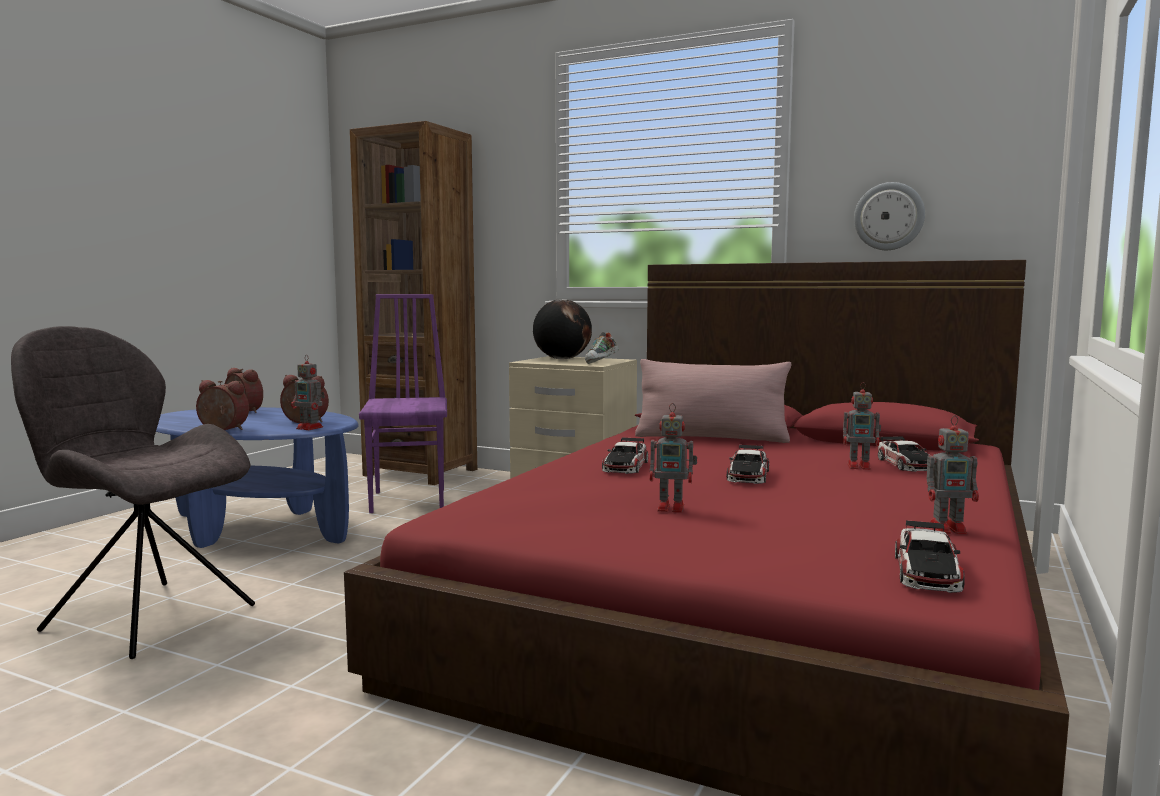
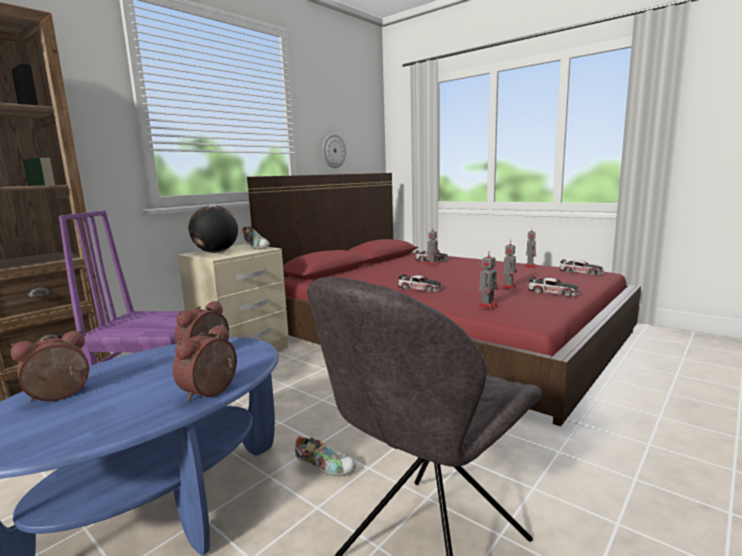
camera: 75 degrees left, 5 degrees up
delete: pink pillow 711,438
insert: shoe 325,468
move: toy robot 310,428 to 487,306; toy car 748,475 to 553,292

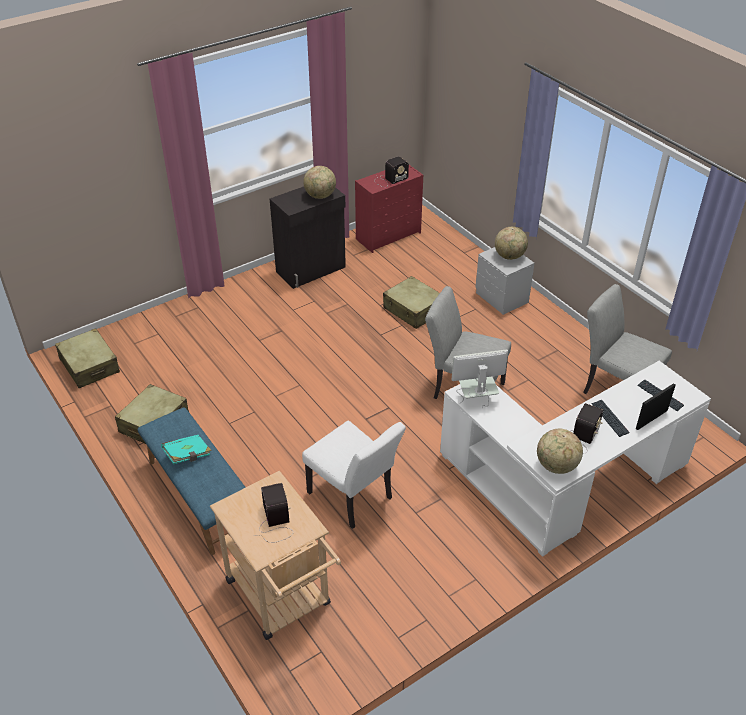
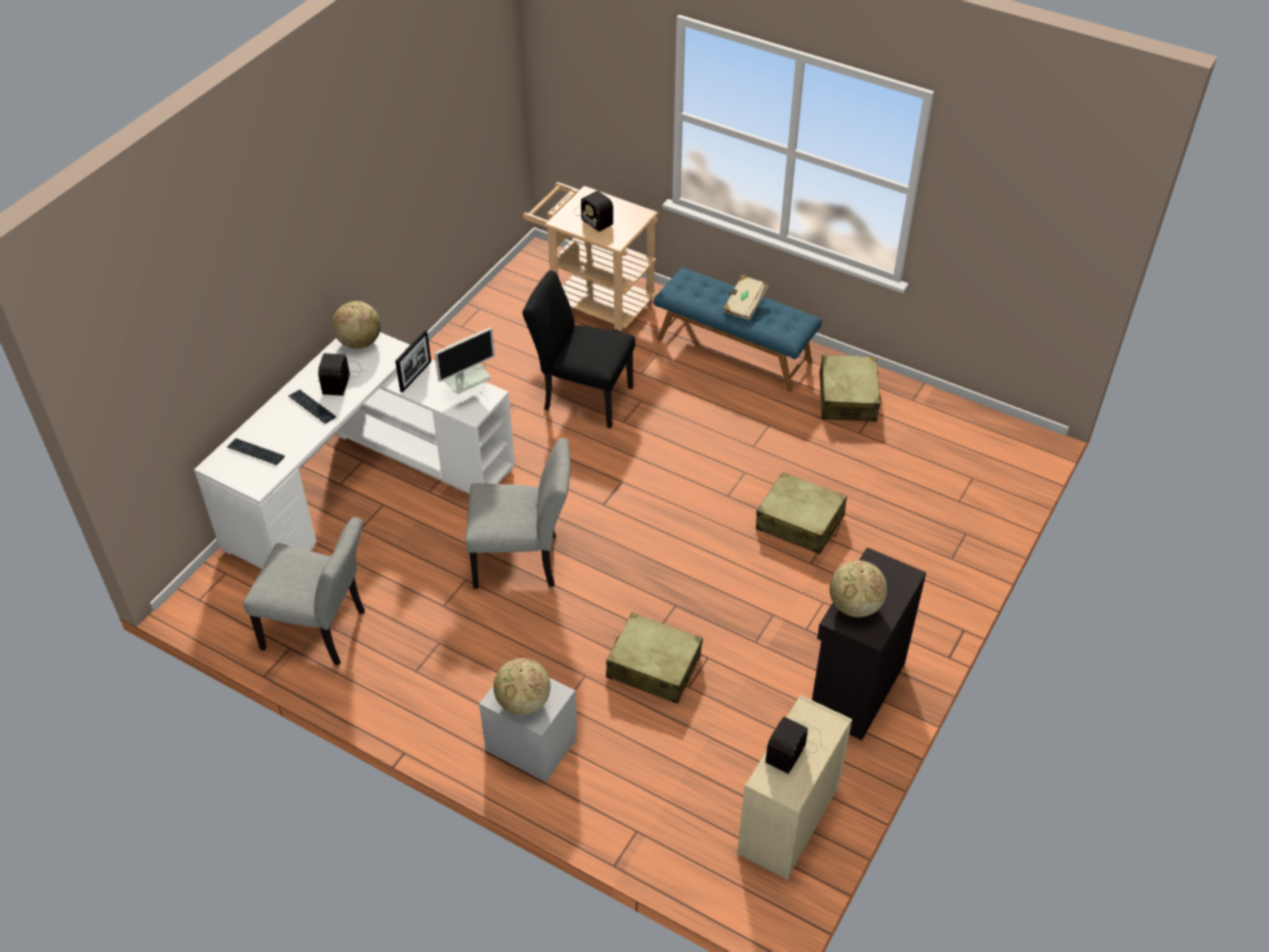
camera: 155 degrees right, 5 degrees up
move: beige suitcase 89,366 to 800,523; picture frame 651,419 to 415,376
recolor: turquoise book 188,455 to beige book 744,305; white chair 354,499 to black chair 581,396; red dresser 389,235 to beige dresser 787,822

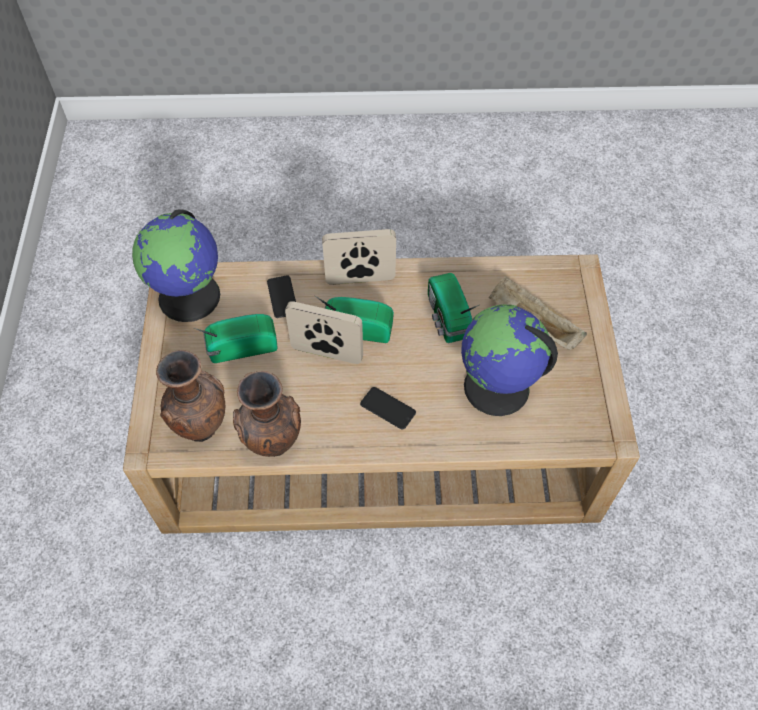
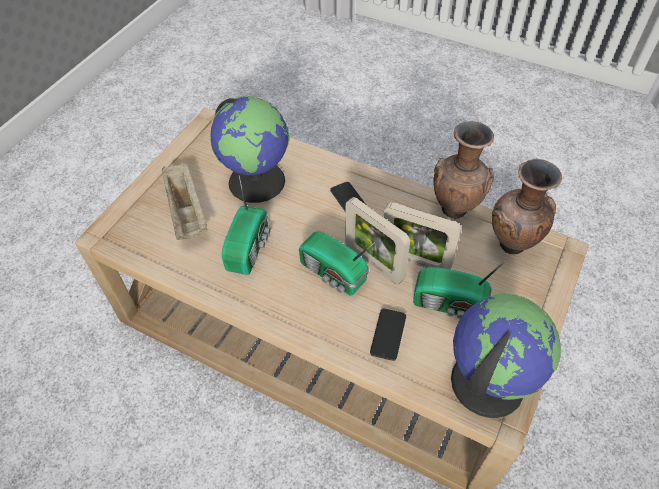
camera: 150 degrees left, 5 degrees down
move: picture frame 360,279 to 415,261

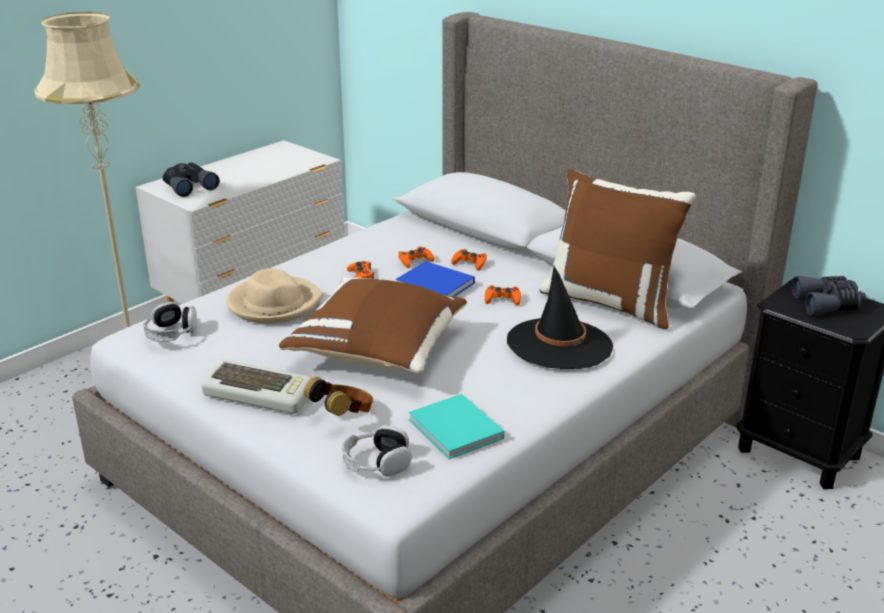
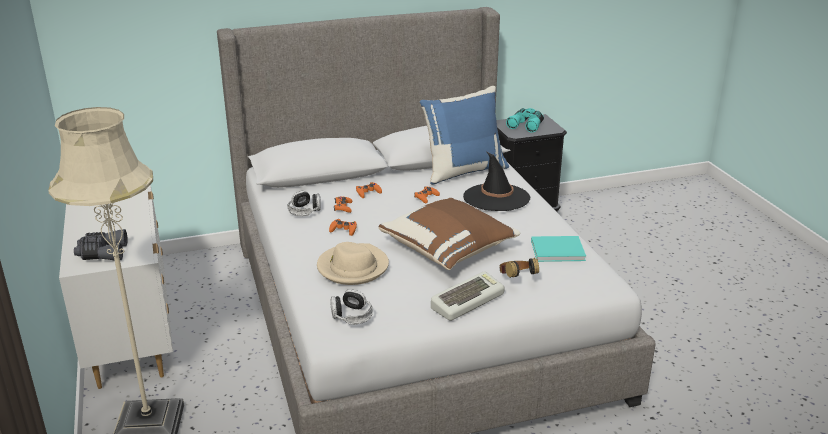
camera: 60 degrees left, 0 degrees up
delete: blue book 437,285
move: headphones 376,462 to 305,211
recolor: brown pillow 611,302 to blue pillow 463,171; grey binoculars 828,304 to turquoise binoculars 526,125

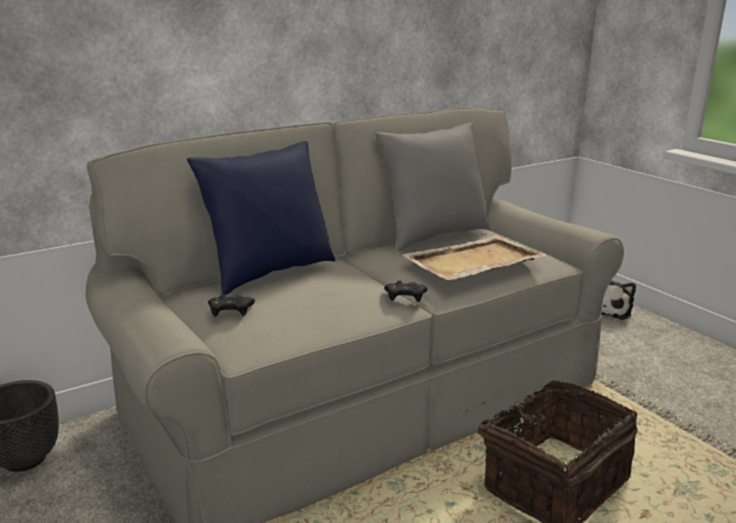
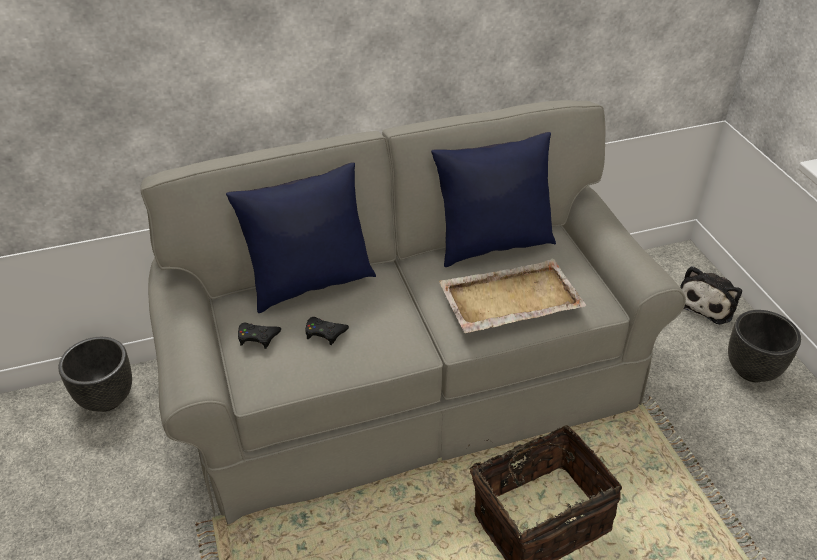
camera: 15 degrees right, 20 degrees up
insert: black planter 751,370
move: black game controller 405,296 to 325,333
recolor: grey pillow 433,236 to blue pillow 492,244

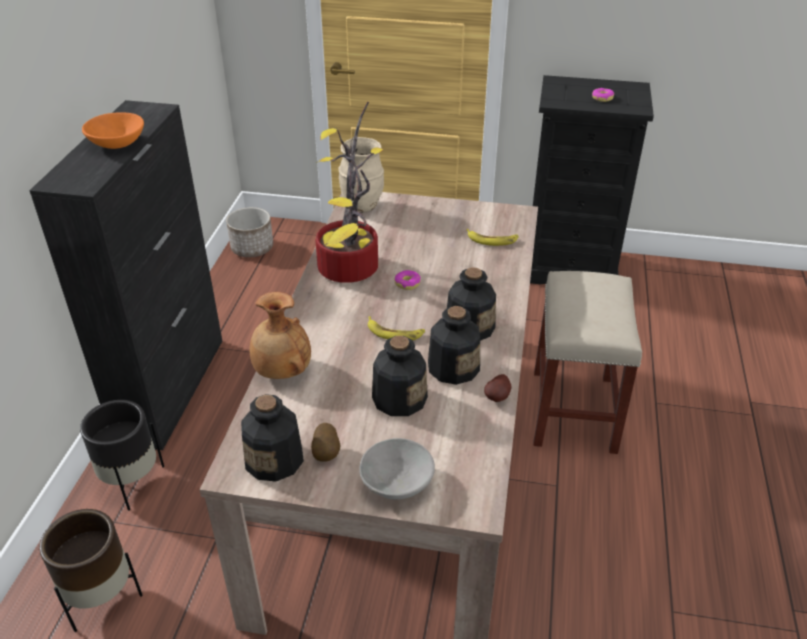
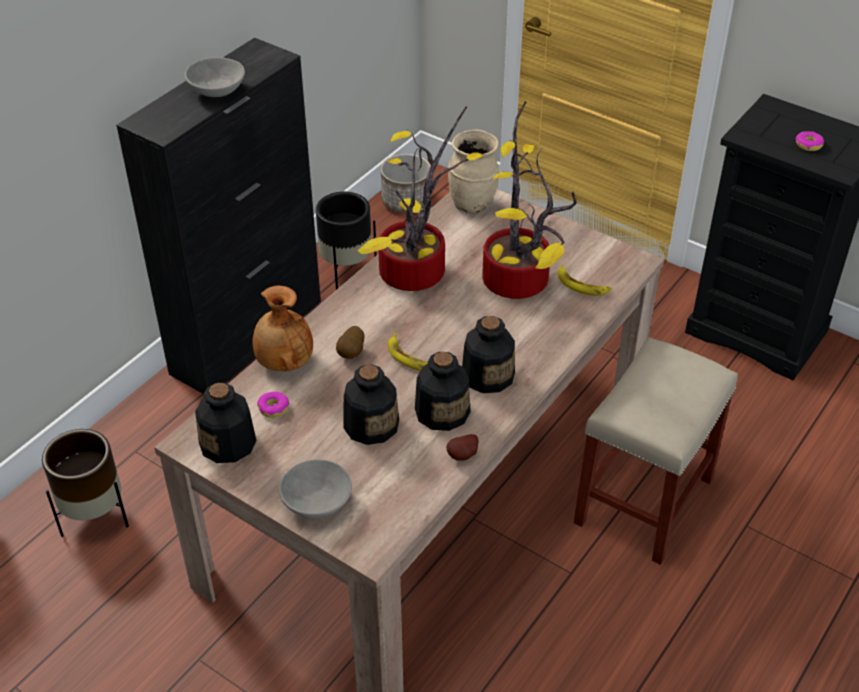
camera: 25 degrees right, 5 degrees up
insert: potted plant 521,282
move: black planter 132,482 to 346,270; potato 327,453 to 352,353; donut 407,283 to 273,408
recolor: orange bowl 117,143 to grey bowl 217,90

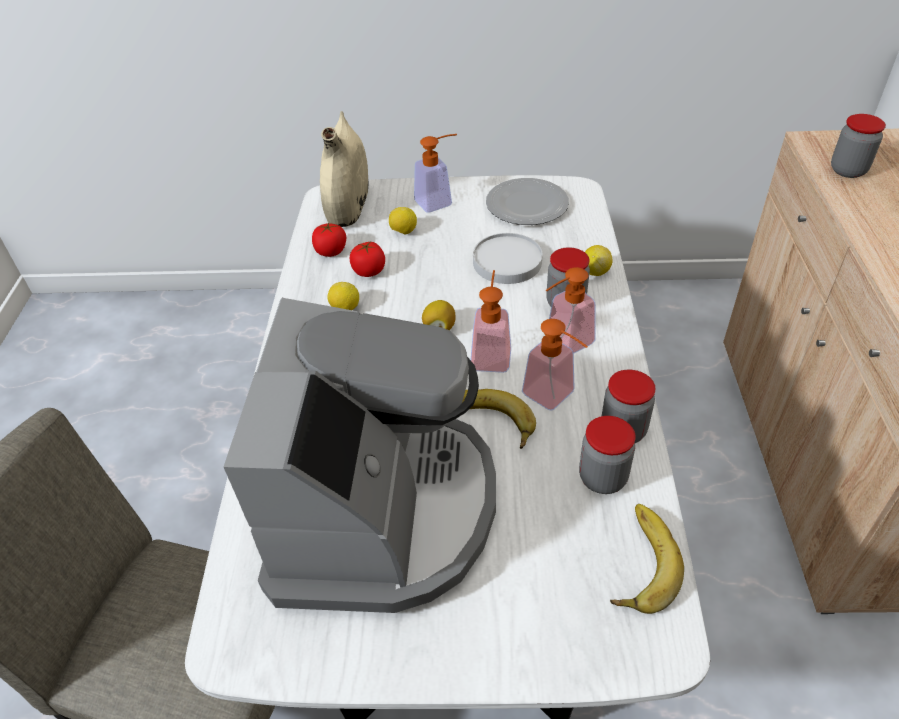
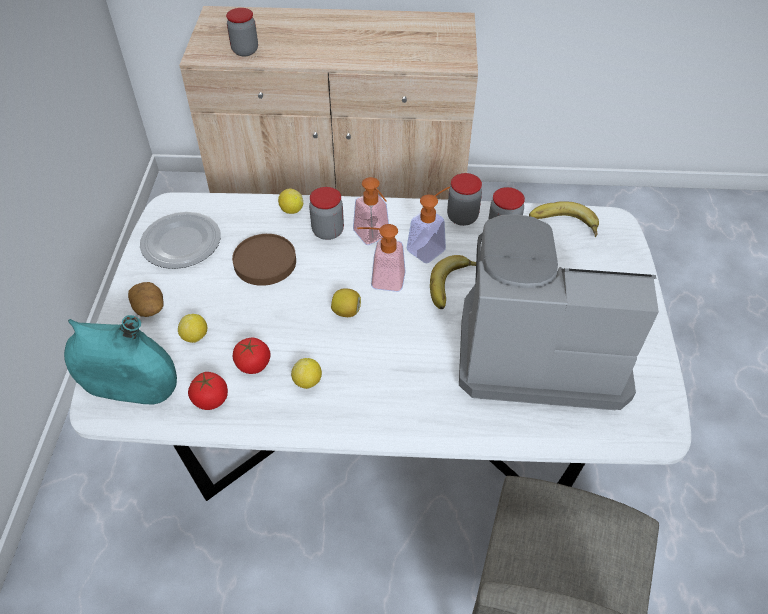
camera: 90 degrees left, 5 degrees up
replace: soap dispenser 439,201 to potato 149,307
recolor: beige vase 349,206 to turquoise vase 130,387; white plate 507,262 to brown plate 265,262

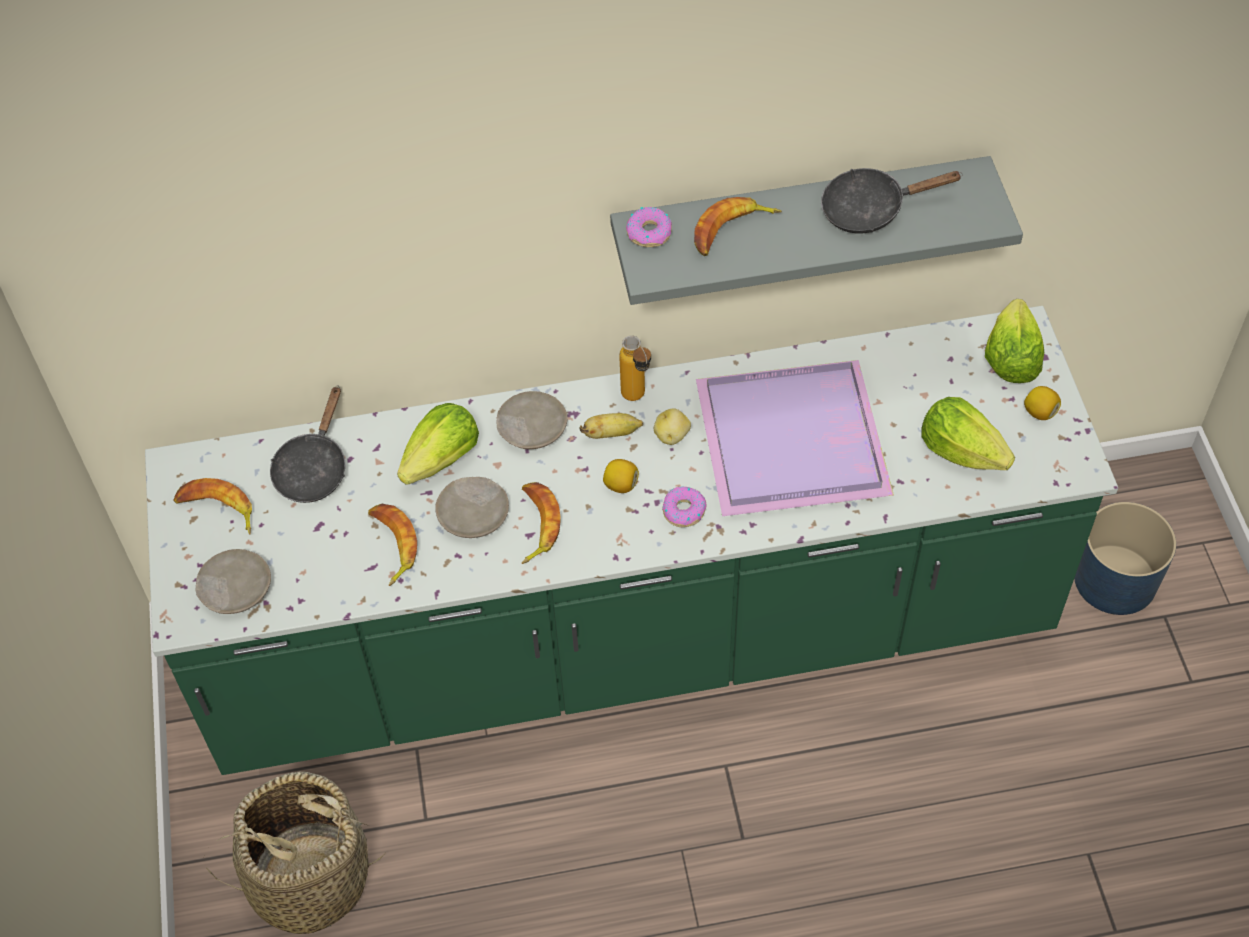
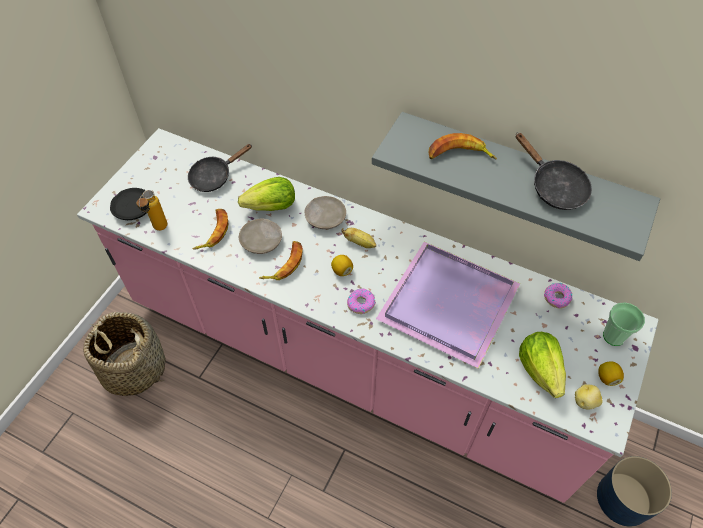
camera: 35 degrees right, 0 degrees up
delete: banana 217,510
move: bottle 637,399 to 158,230; donut 649,232 to 557,298; potato 672,435 to 585,401
replace: lettuce 1010,358 to cup 613,336
recolor: green counter 631,640 to pink counter 351,359; beige plate 235,588 to black plate 133,208
rotate: black frying pan 870,209 = 554,187 150 degrees counterclockwise

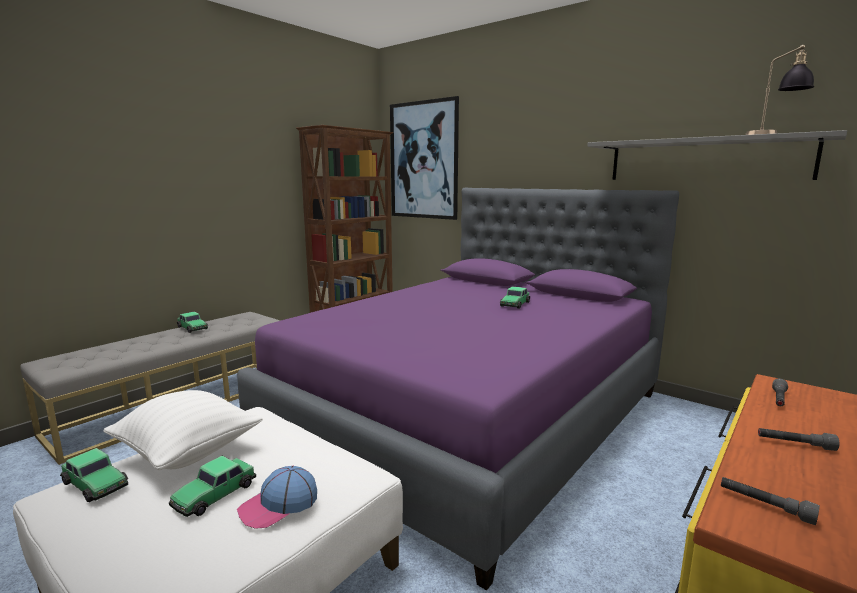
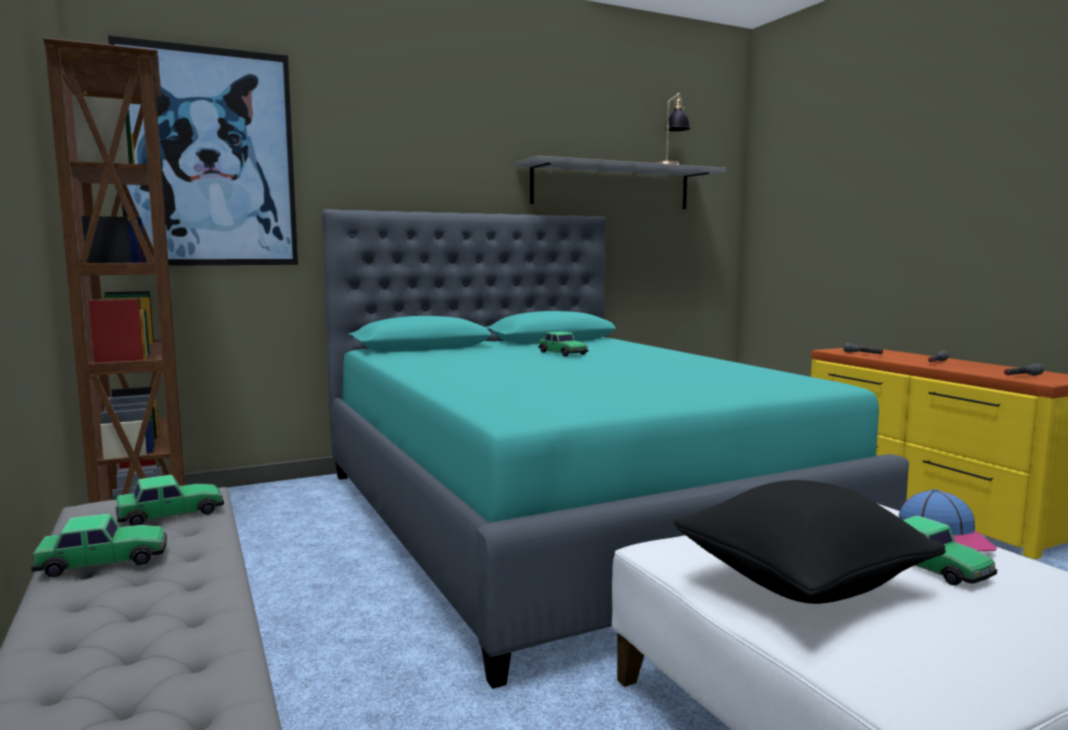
camera: 65 degrees left, 5 degrees down
move: toy car 95,484 to 171,514
recolor: white pillow 188,452 to black pillow 800,585; purple bed 471,417 to turquoise bed 564,517

